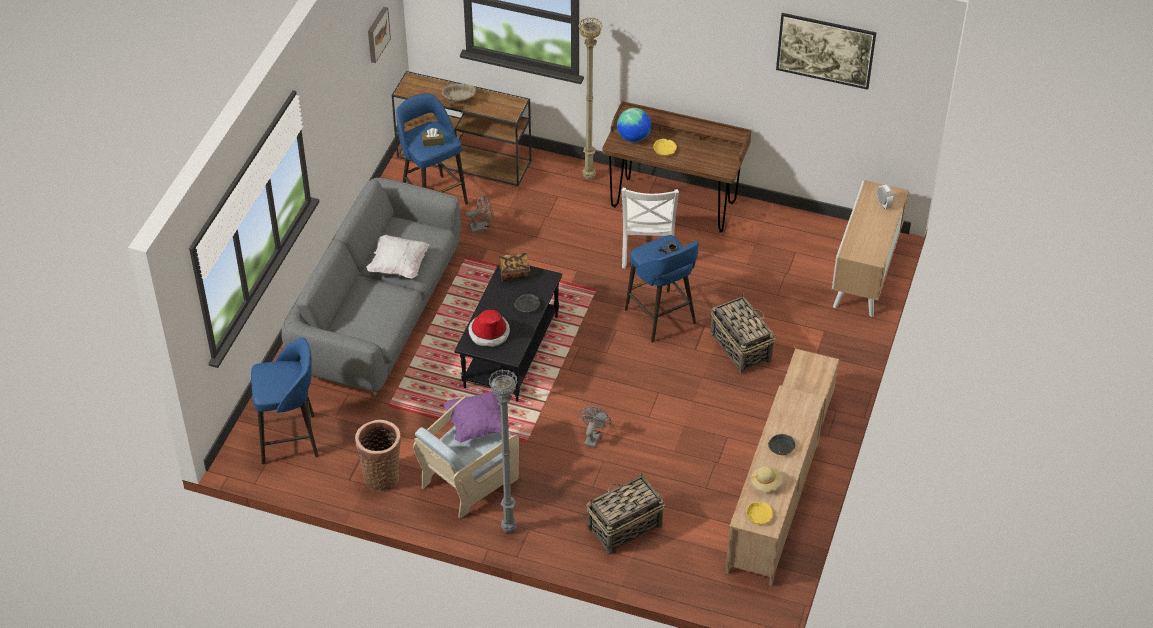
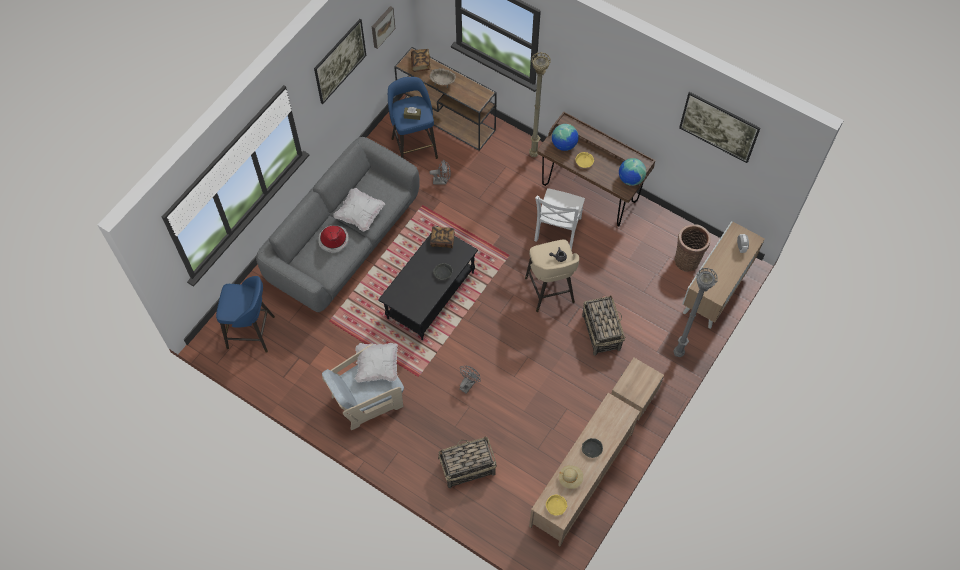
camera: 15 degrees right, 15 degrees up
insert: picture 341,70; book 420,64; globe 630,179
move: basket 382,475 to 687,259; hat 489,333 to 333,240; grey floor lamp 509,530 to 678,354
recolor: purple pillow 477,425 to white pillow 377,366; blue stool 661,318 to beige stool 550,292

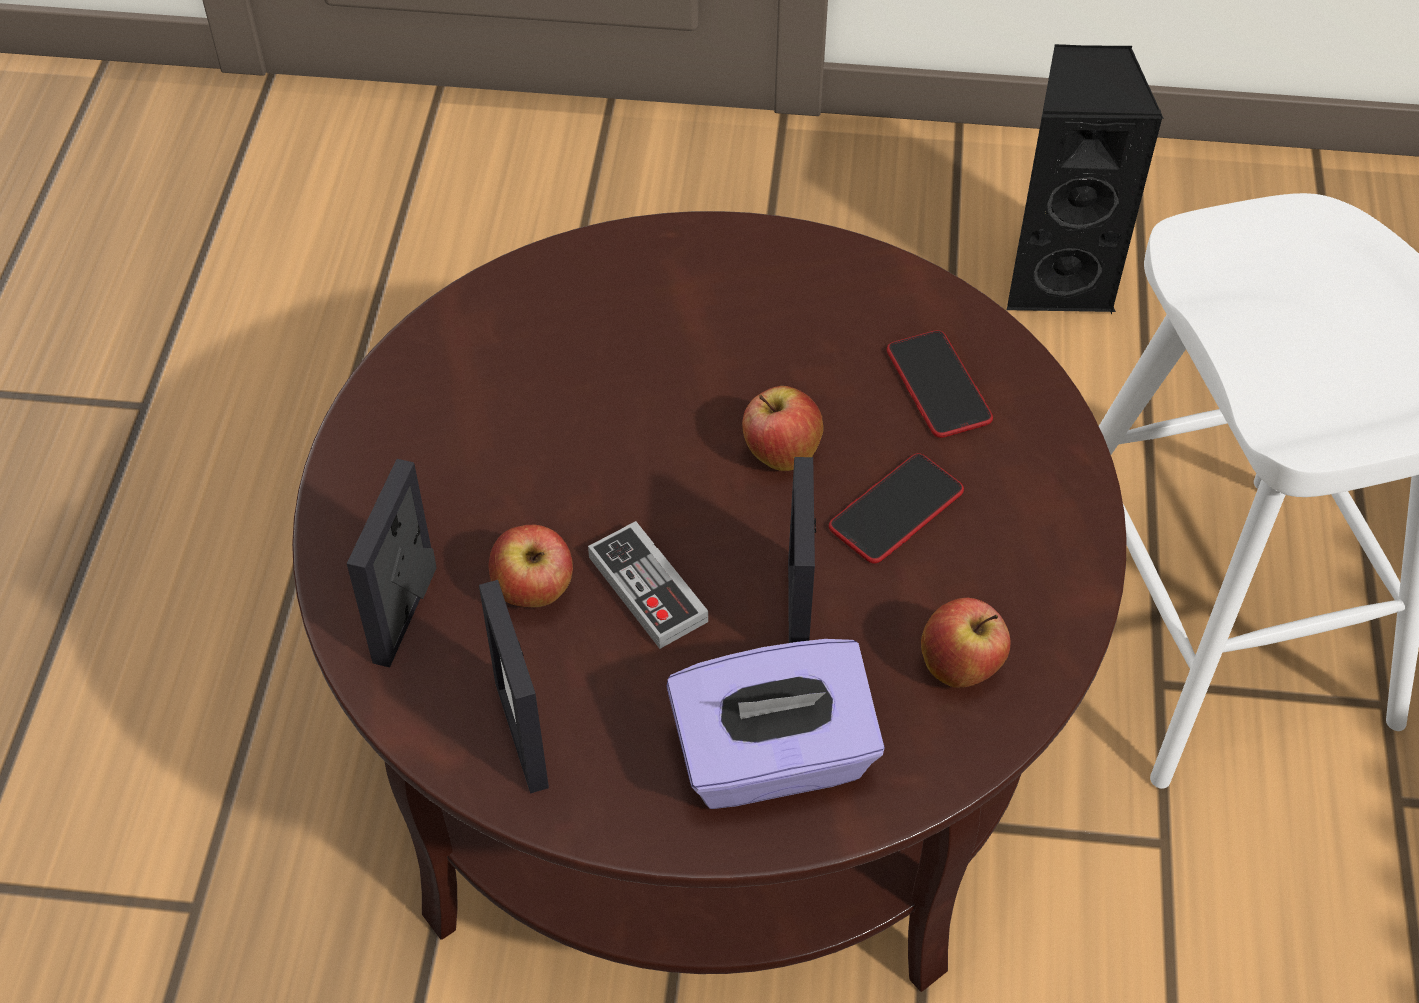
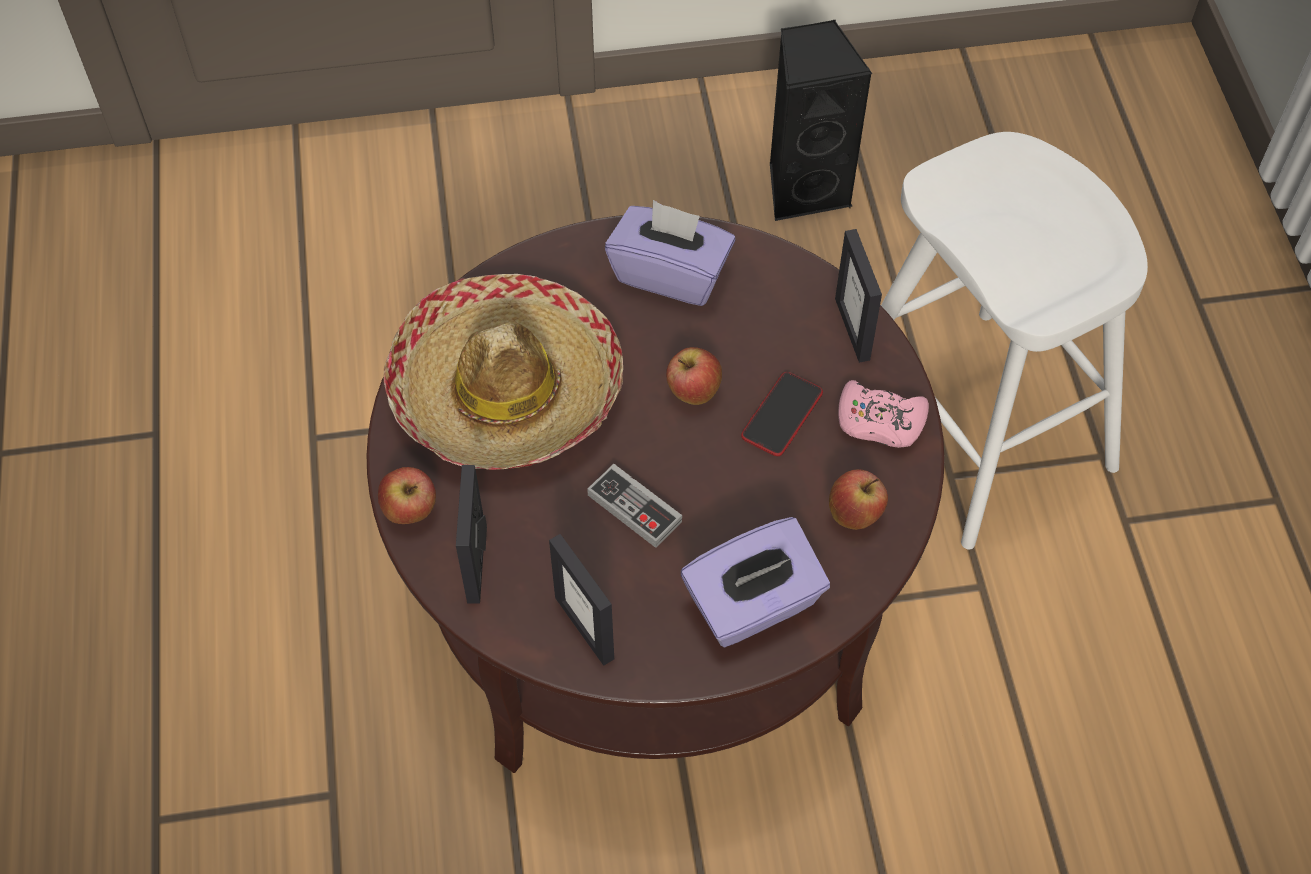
camera: 15 degrees left, 5 degrees up
delete: phone 938,385
insert: hat 506,390; purple tissue box 670,273; pink game controller 880,422
move: apple 534,593 to 410,512; picture frame 799,612 to 853,329

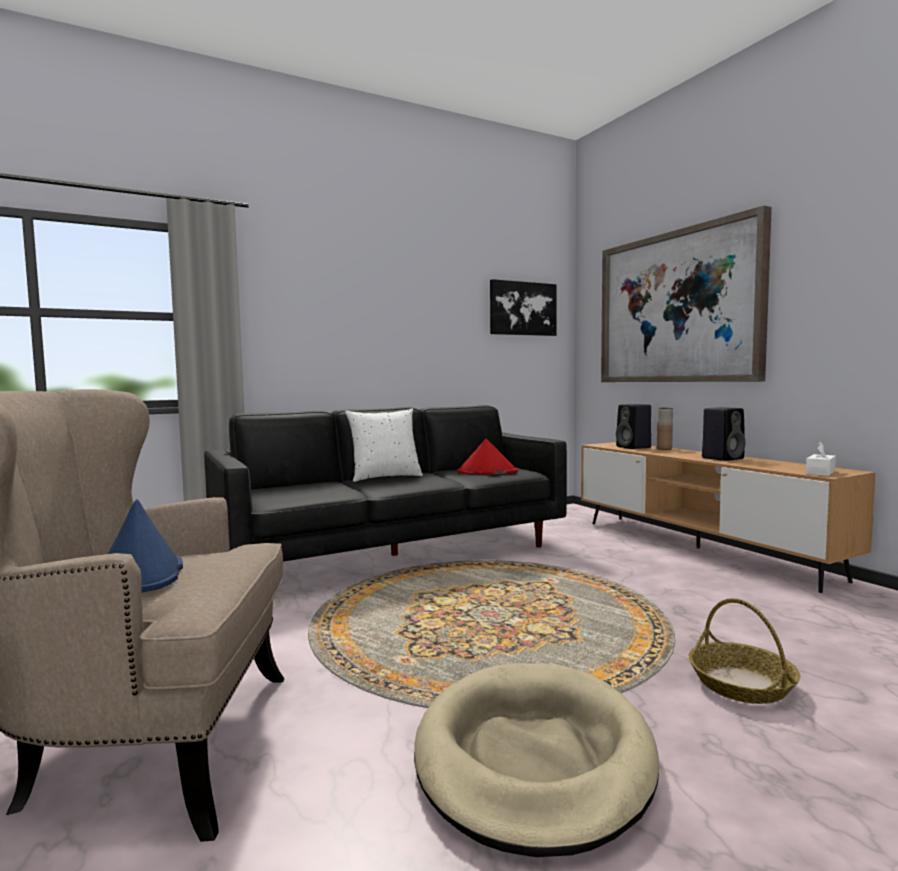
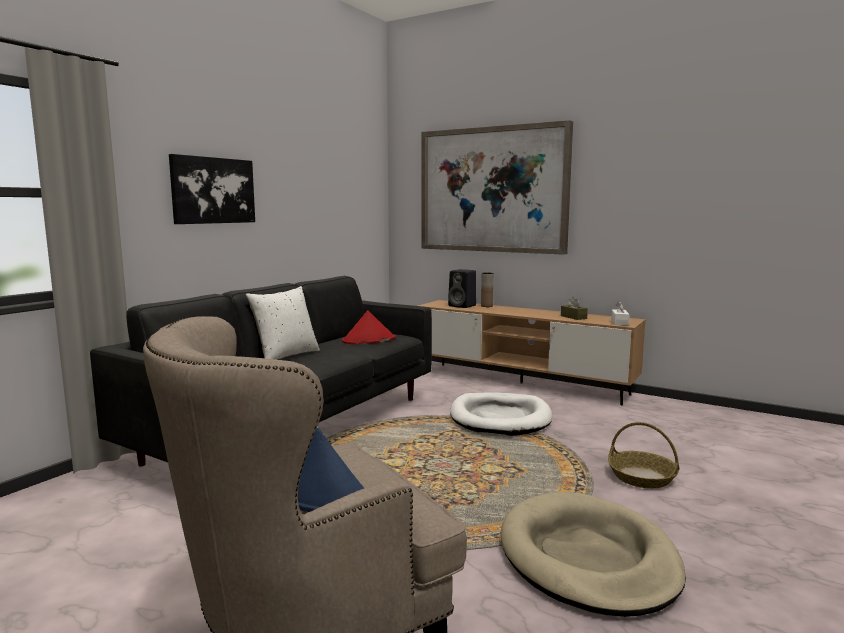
camera: 30 degrees left, 5 degrees up
delete: black speaker 723,458
insert: white dog bed 500,418; brown tissue box 573,317
move: picture 522,308 to 213,190

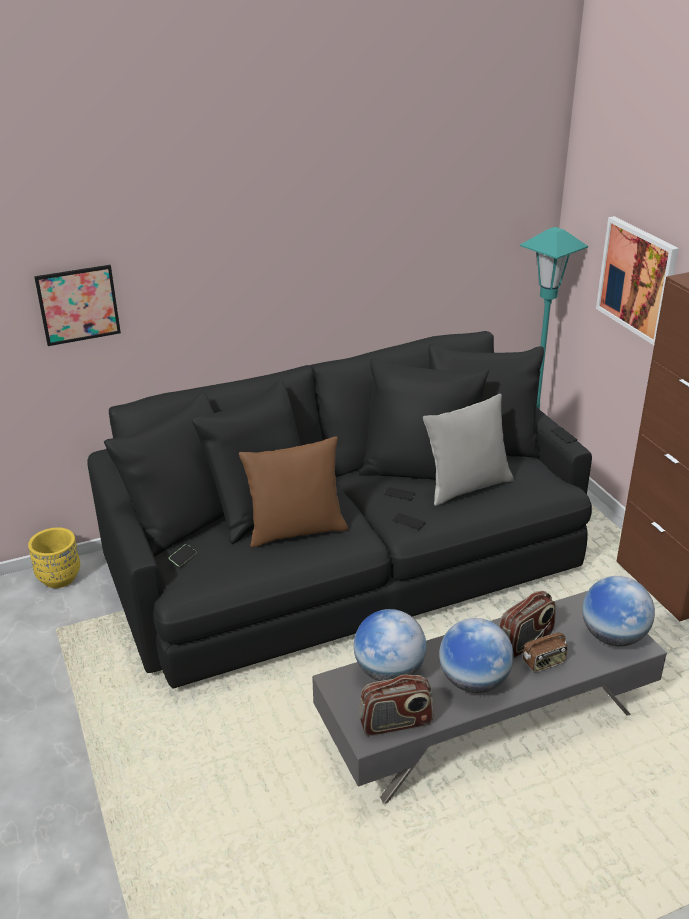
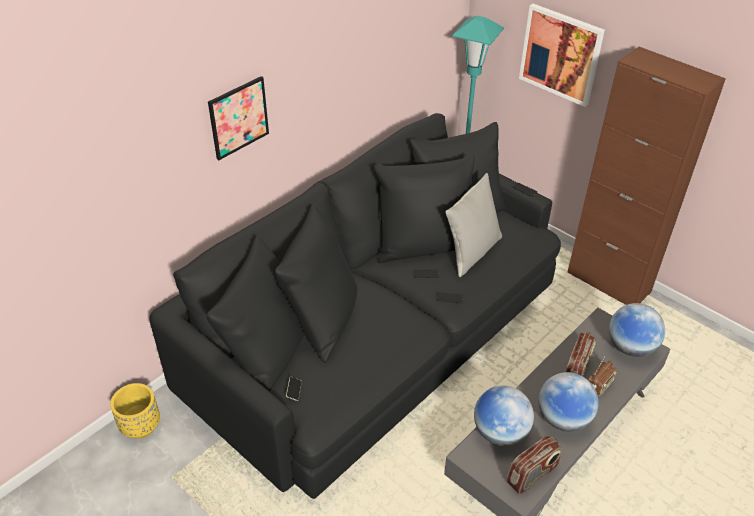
camera: 25 degrees left, 10 degrees up
delete: brown pillow 296,530
move: picture 78,305 to 238,117

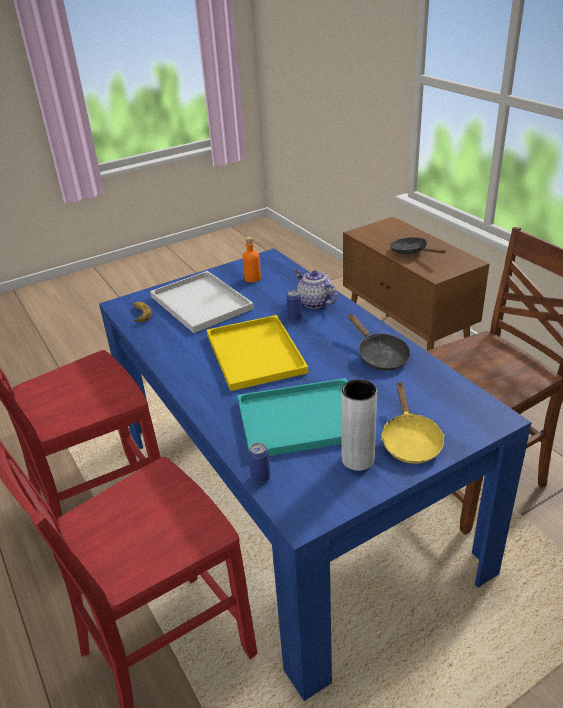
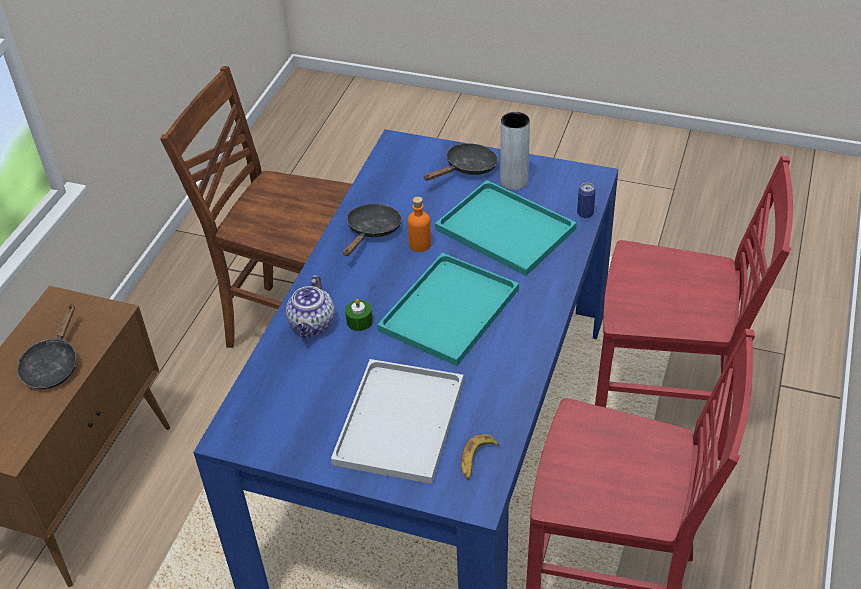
camera: 130 degrees left, 10 degrees up
move: orange bottle 252,278 to 420,244
replace: can 294,318 to green candle 359,321
recolor: yellow tray 253,352 to turquoise tray 449,312; yellow frying pan 410,441 to black frying pan 467,168

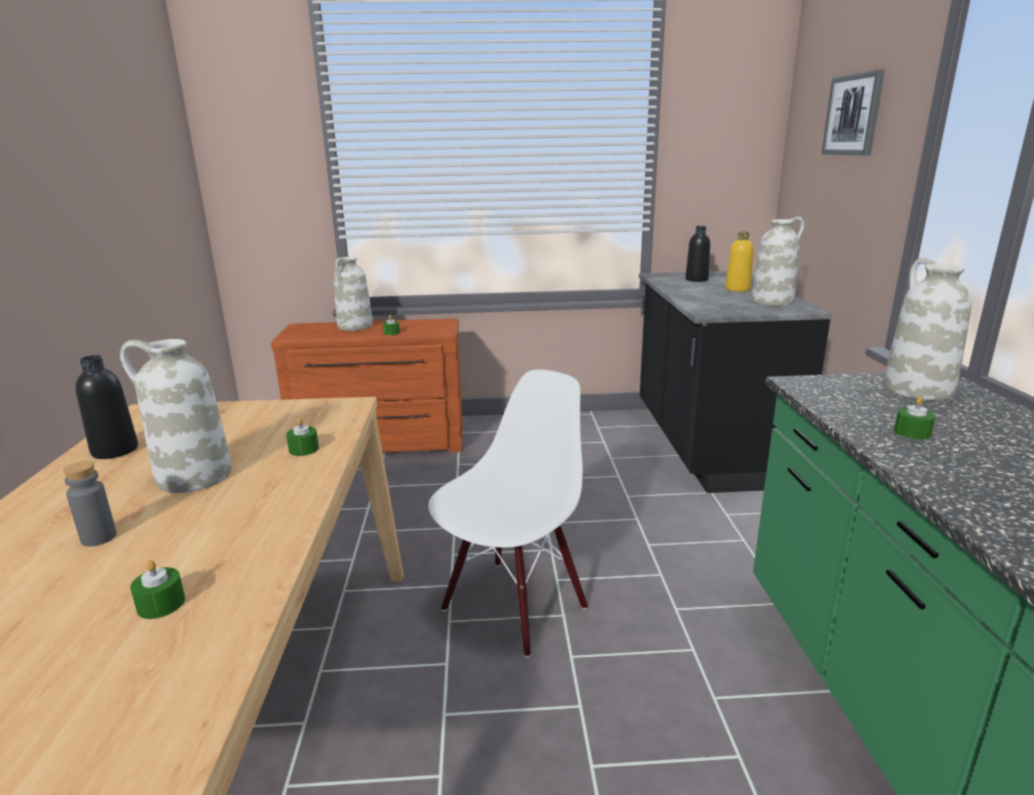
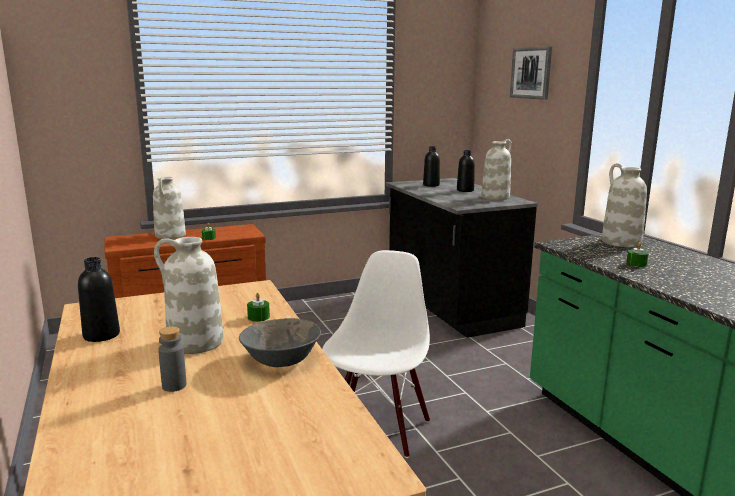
camera: 20 degrees left, 5 degrees down
delete: green candle 161,604
insert: grey bowl 282,360
recolor: yellow bottle 737,289 to black bottle 465,190

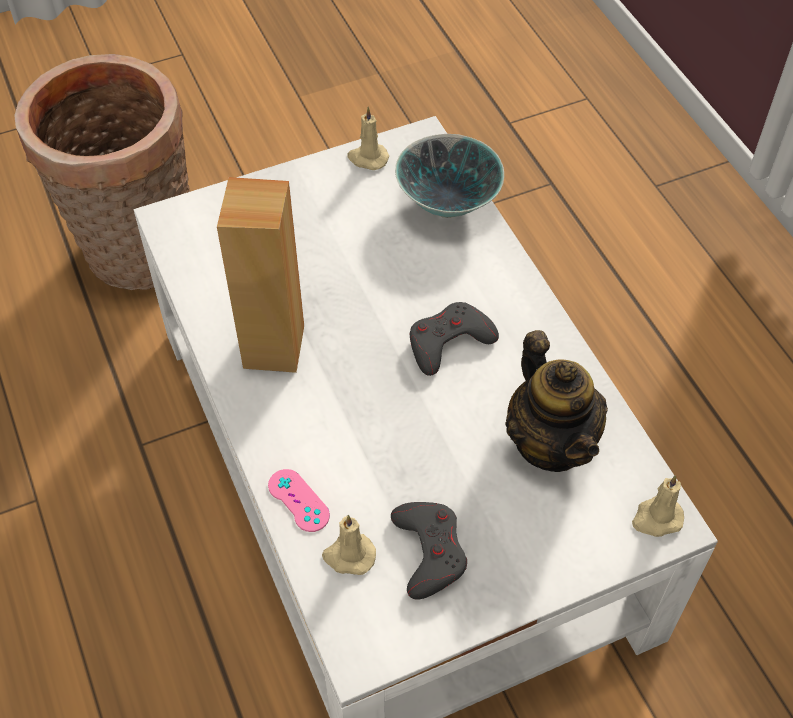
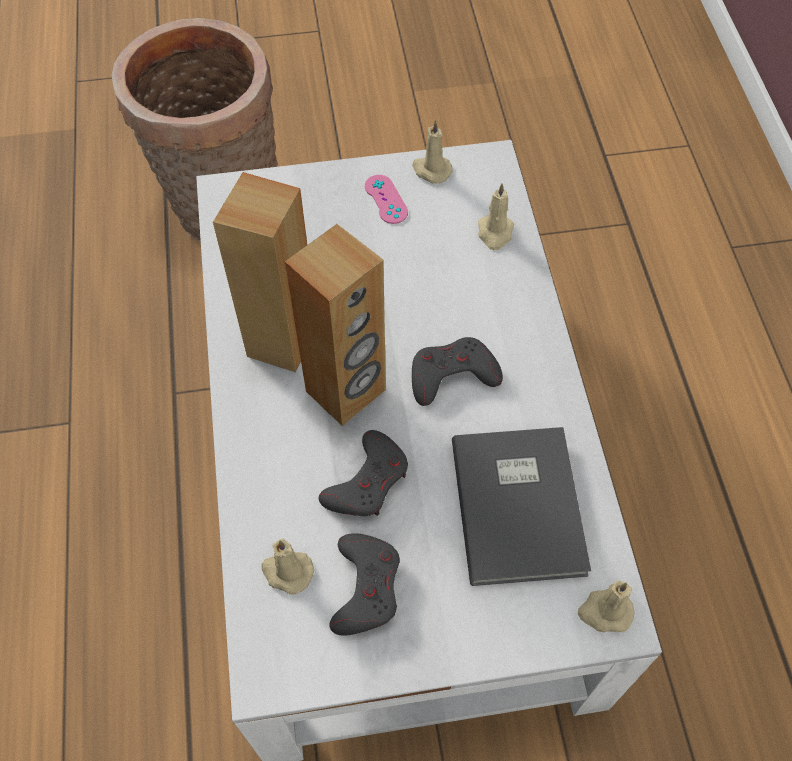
camera: 15 degrees right, 5 degrees up
insert: brown speaker 346,391; grey game controller 367,481
move: pink game controller 298,500 to 386,199
replace: bowl 448,204 to beige candle 495,233; teapot 551,442 to grey book 521,504

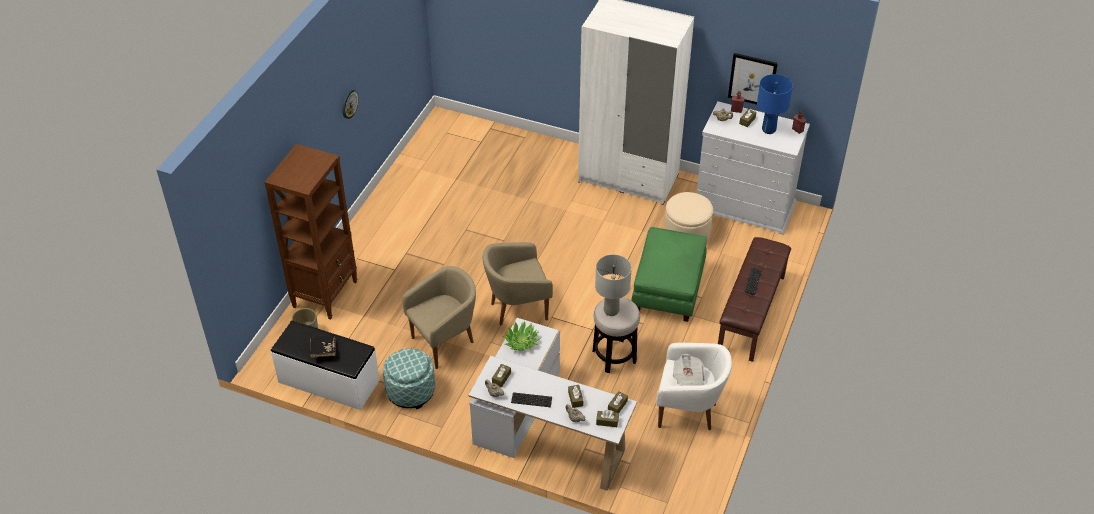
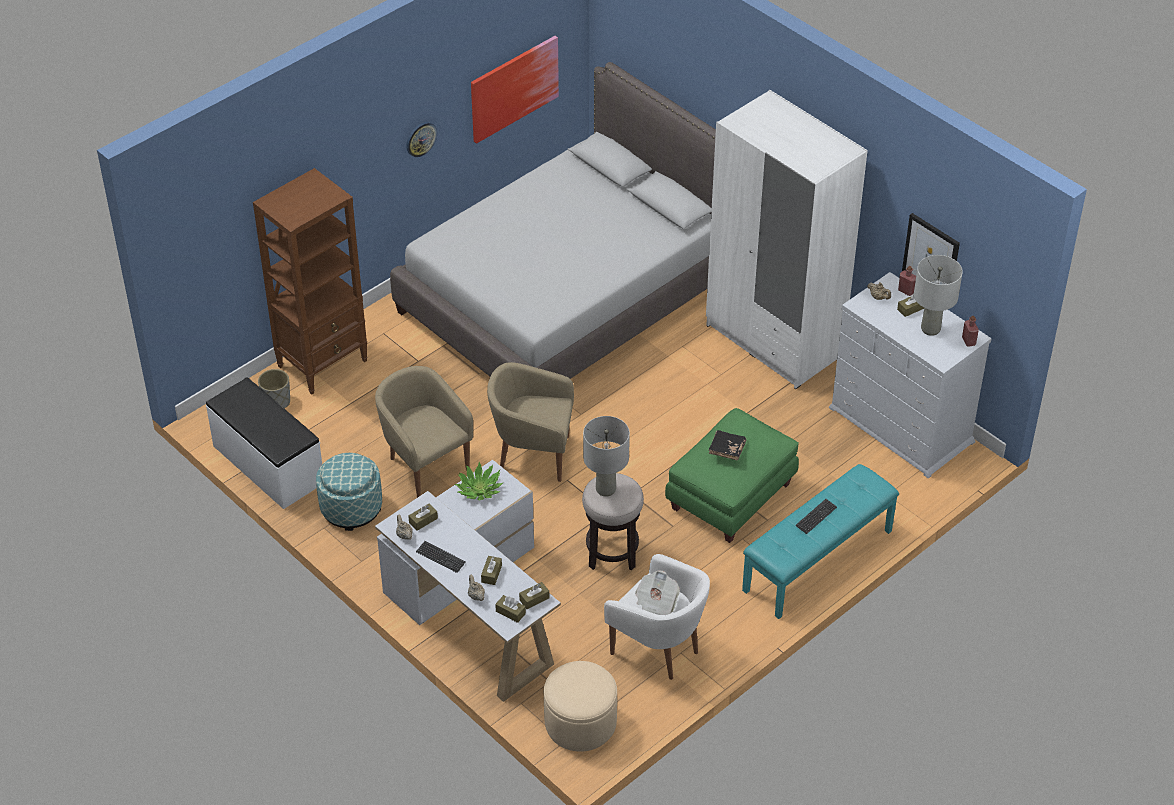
camera: 25 degrees right, 0 degrees up
insert: grey bed 567,296; picture 513,88
move: black book 323,350 to 726,450; beige ottoman 686,233 to 580,722
recolor: brown bench 752,313 to turquoise bench 818,561; blue table lamp 769,130 to grey table lamp 931,329
rotate: beige armchair 445,342 = 424,466 120 degrees counterclockwise

